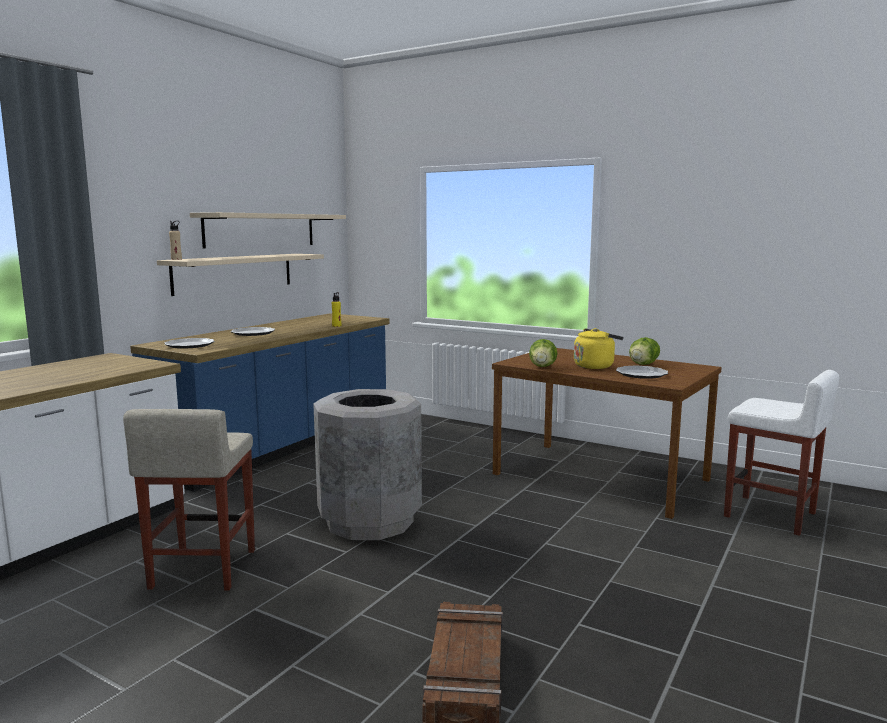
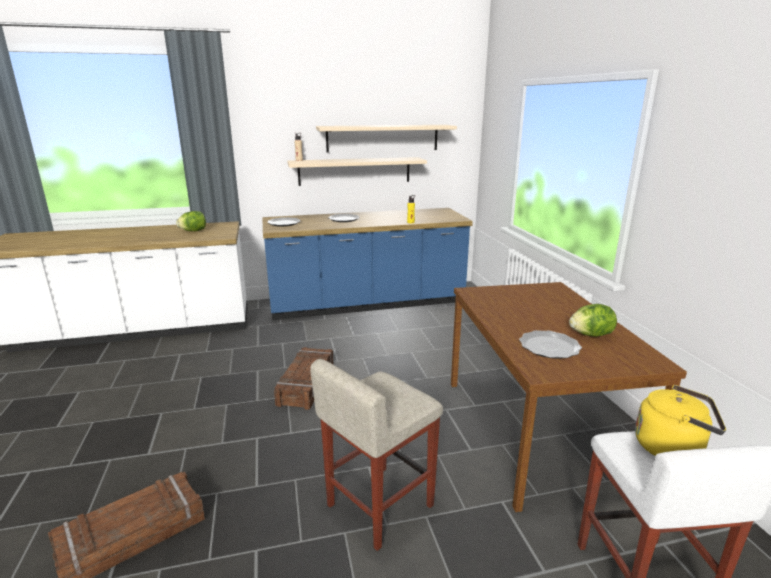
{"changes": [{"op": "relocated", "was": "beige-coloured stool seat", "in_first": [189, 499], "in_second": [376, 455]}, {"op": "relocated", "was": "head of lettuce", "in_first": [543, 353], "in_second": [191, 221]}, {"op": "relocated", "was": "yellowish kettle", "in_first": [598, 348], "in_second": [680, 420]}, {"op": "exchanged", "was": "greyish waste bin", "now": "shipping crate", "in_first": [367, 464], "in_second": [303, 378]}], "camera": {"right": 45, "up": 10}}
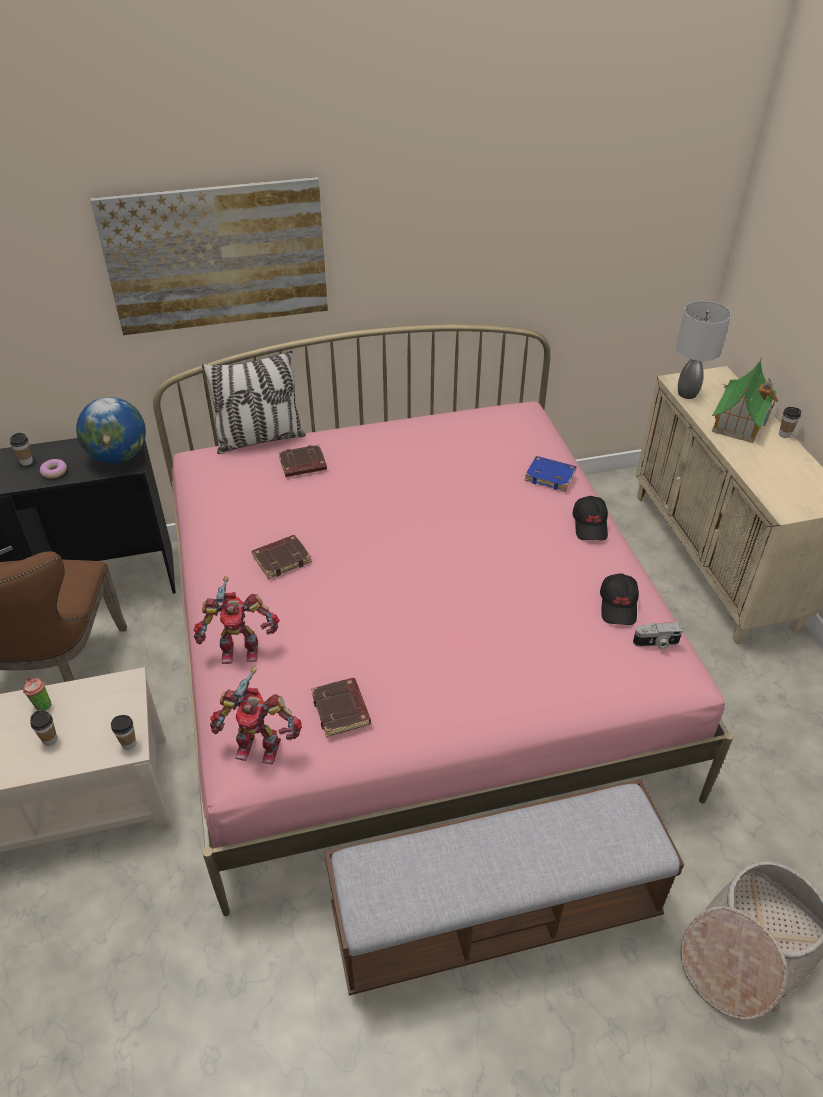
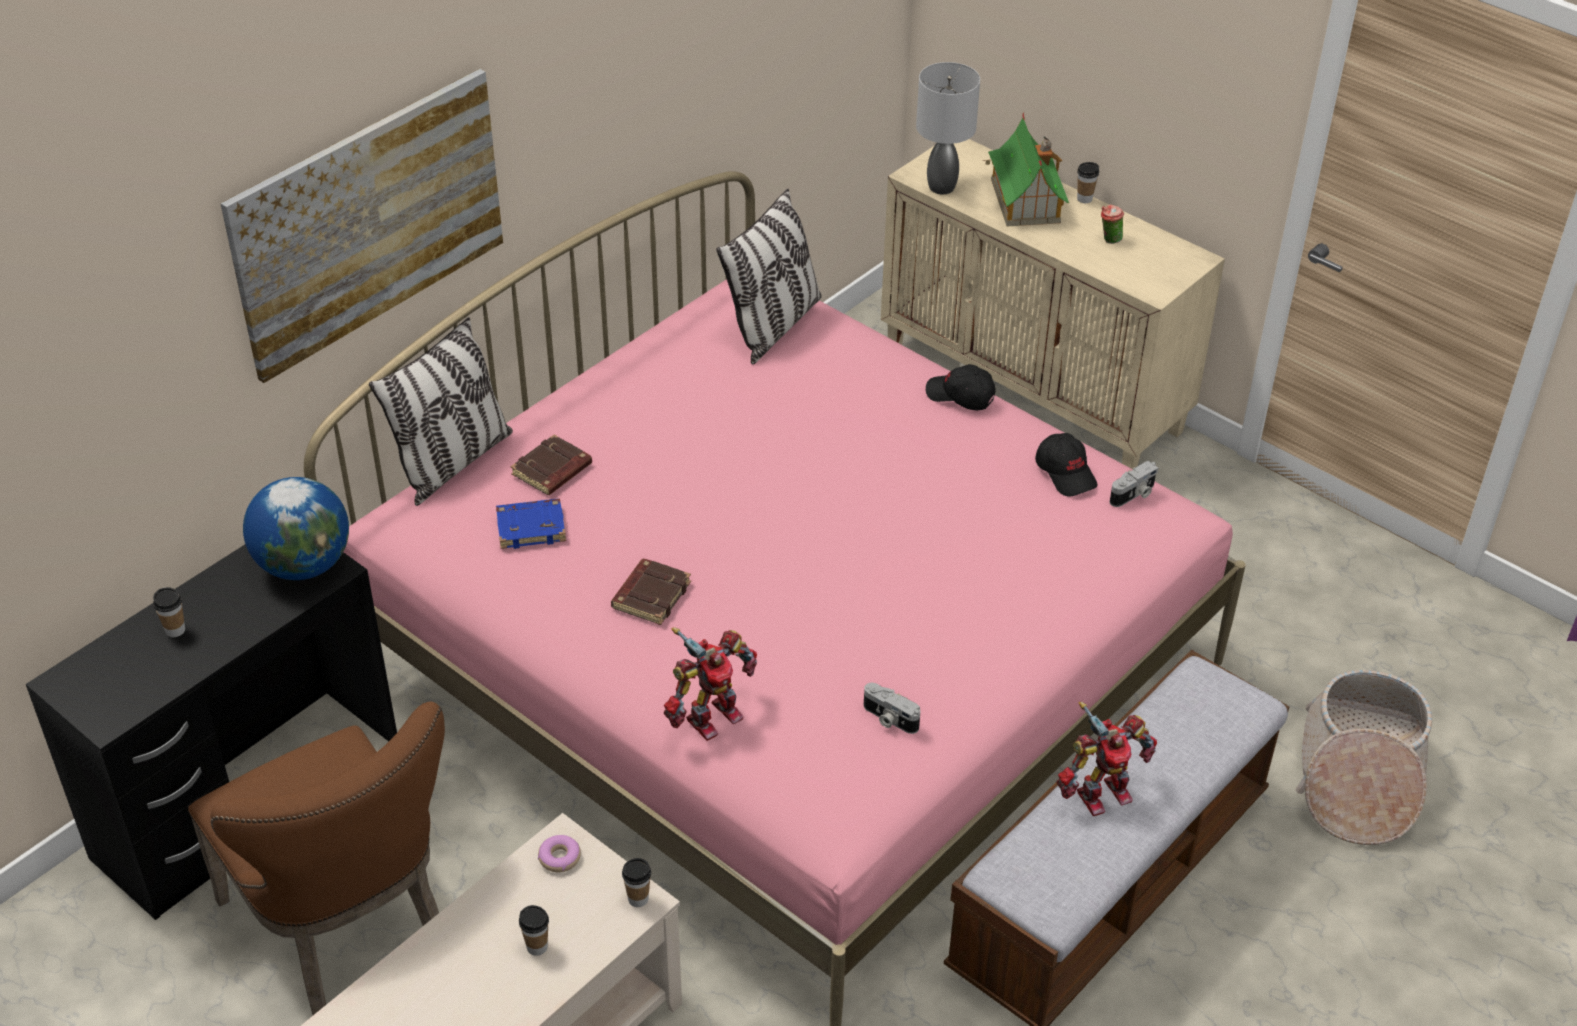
{"changes": [{"op": "appeared", "now": "throw pillow", "in_second": [769, 277]}, {"op": "relocated", "was": "drinking cup", "in_first": [37, 694], "in_second": [1112, 224]}, {"op": "relocated", "was": "doughnut", "in_first": [53, 468], "in_second": [559, 853]}, {"op": "relocated", "was": "toy robot", "in_first": [256, 715], "in_second": [1107, 759]}, {"op": "relocated", "was": "bluish bound book", "in_first": [550, 473], "in_second": [531, 523]}, {"op": "exchanged", "was": "brown-coloured bound book", "now": "photo camera", "in_first": [341, 707], "in_second": [892, 708]}, {"op": "spun", "was": "black-coloured peaked cap", "in_first": [590, 518], "in_second": [961, 387], "clockwise": 150}], "camera": {"right": -35, "up": 0}}
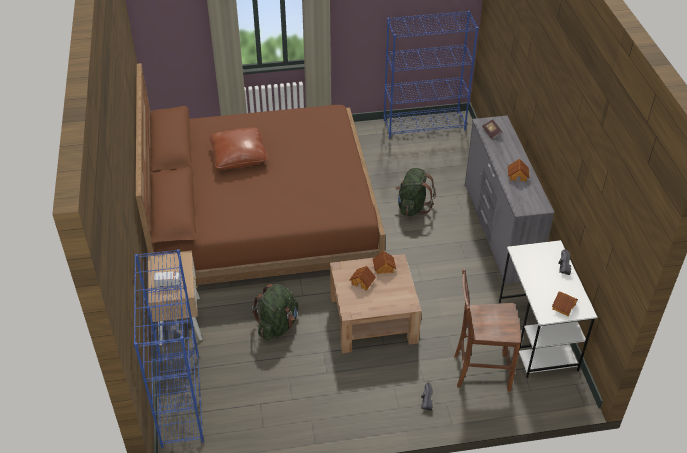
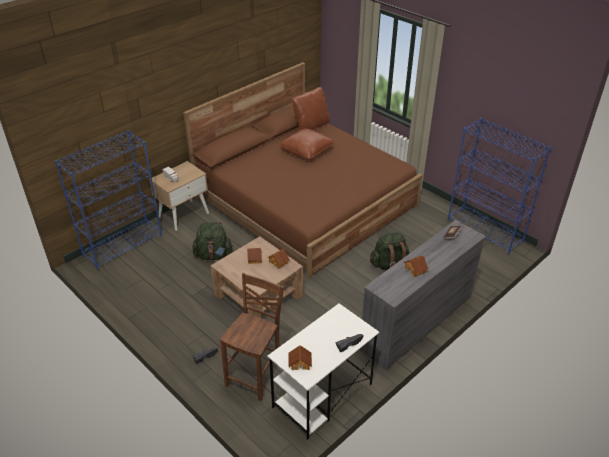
{"changes": [{"op": "appeared", "now": "brown-coloured throw pillow", "in_second": [311, 108]}, {"op": "spun", "was": "brown-coloured chair", "in_first": [487, 330], "in_second": [252, 337], "clockwise": 60}], "camera": {"right": 55, "up": -5}}
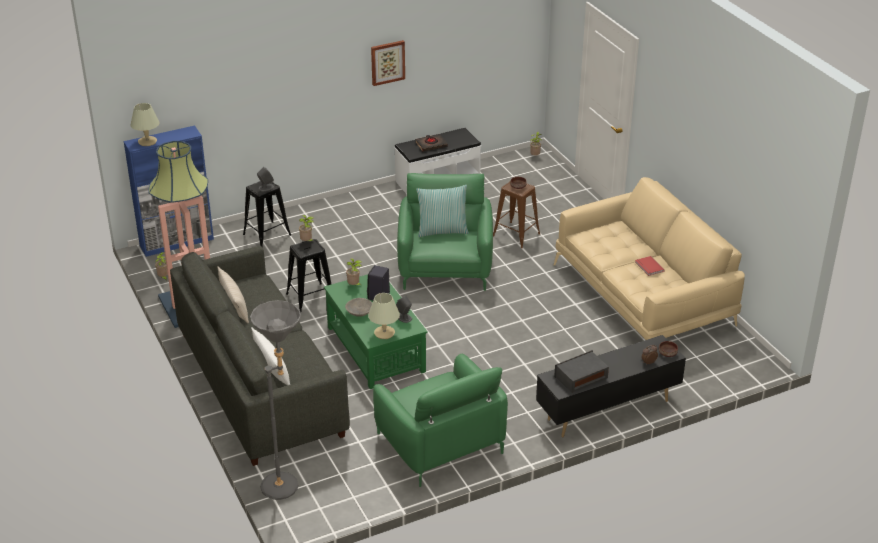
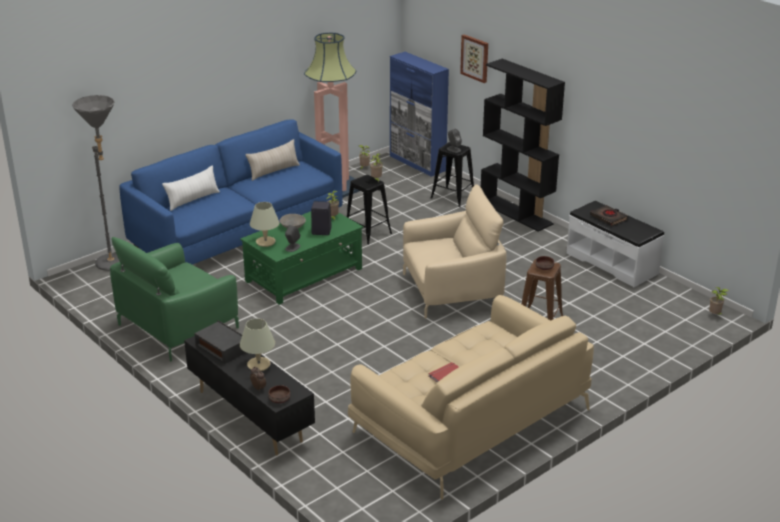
{"changes": [{"op": "missing", "was": "throw pillow", "in_first": [443, 211]}, {"op": "appeared", "now": "black-coloured bookshelf", "in_second": [523, 145]}, {"op": "relocated", "was": "beige-coloured table lamp", "in_first": [145, 124], "in_second": [257, 344]}, {"op": "relocated", "was": "wall picture", "in_first": [388, 63], "in_second": [474, 58]}, {"op": "colour", "was": "greyish couch", "now": "bluish couch", "in_first": [260, 356], "in_second": [231, 192]}, {"op": "colour", "was": "green-coloured armchair", "now": "beige-coloured armchair", "in_first": [445, 232], "in_second": [454, 251]}], "camera": {"right": 75, "up": -5}}
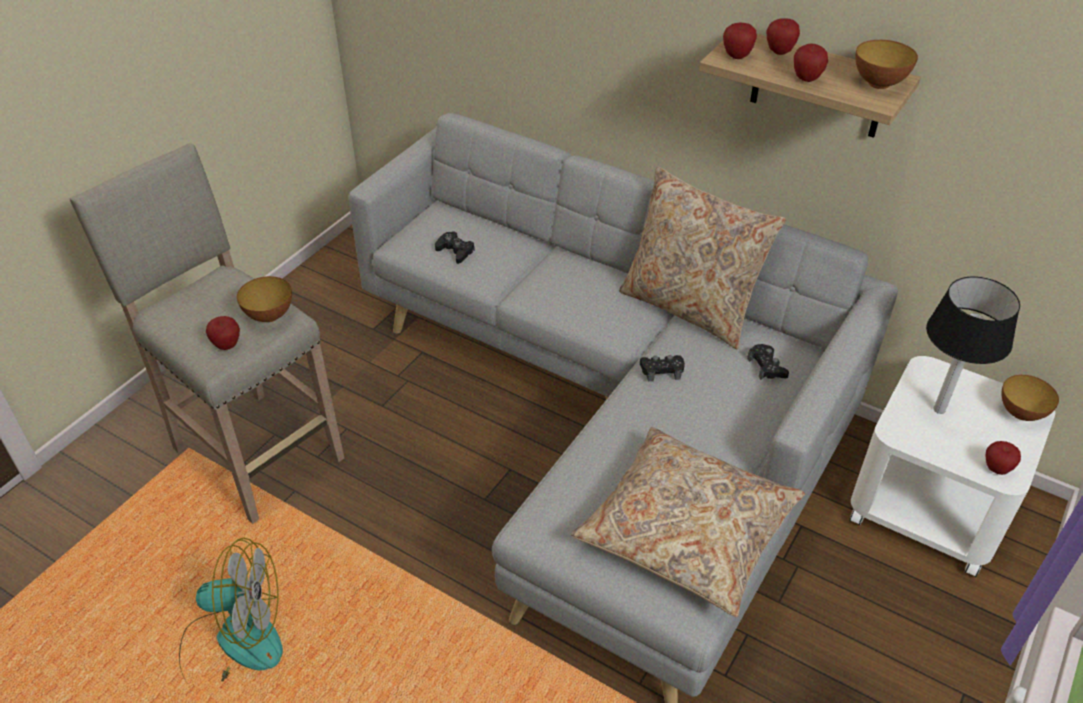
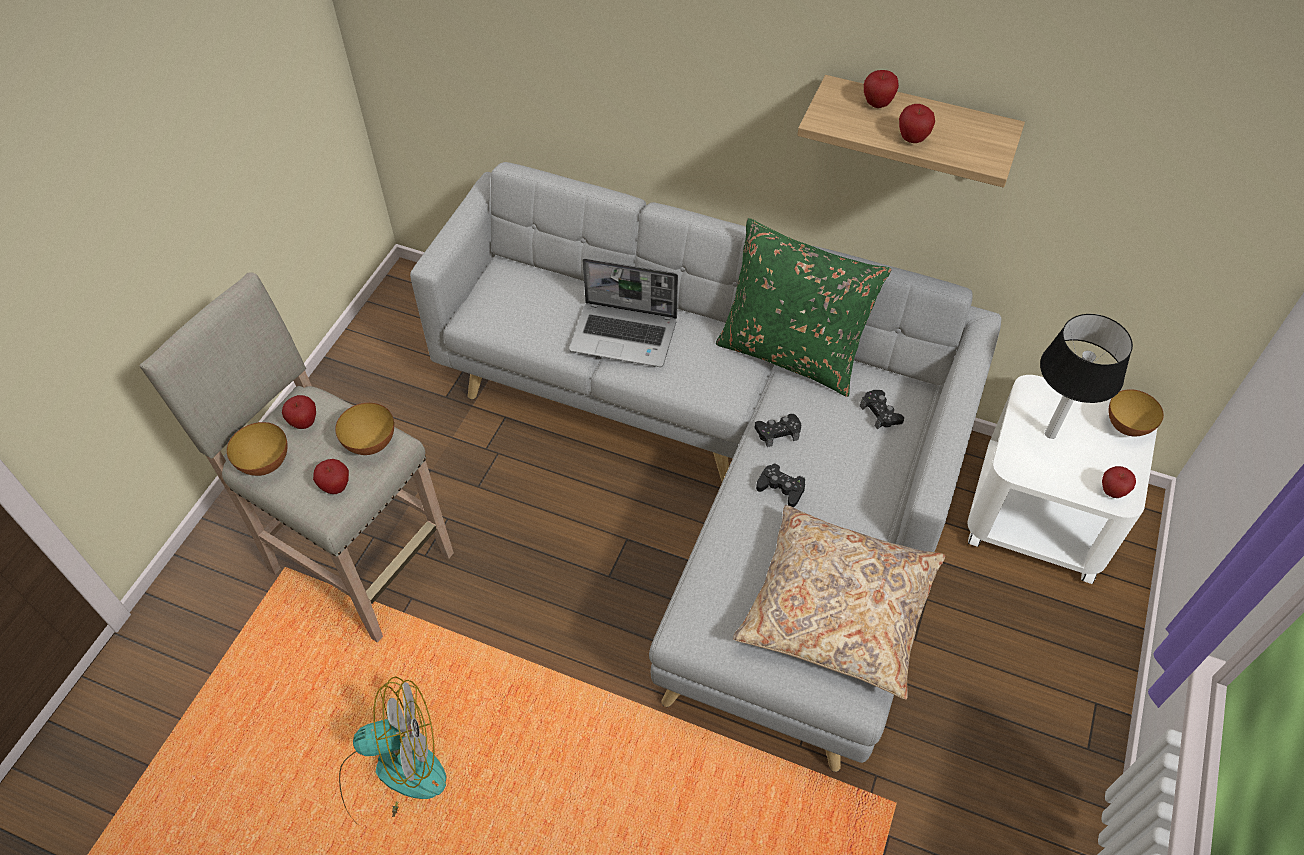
{"changes": [{"op": "appeared", "now": "portable computer", "in_second": [623, 312]}, {"op": "relocated", "was": "black-coloured game controller", "in_first": [455, 247], "in_second": [780, 485]}, {"op": "relocated", "was": "whole apple", "in_first": [740, 40], "in_second": [299, 412]}, {"op": "relocated", "was": "deep dish", "in_first": [886, 64], "in_second": [257, 449]}, {"op": "colour", "was": "beige-coloured throw pillow", "now": "green-coloured throw pillow", "in_first": [702, 258], "in_second": [803, 307]}], "camera": {"right": -10, "up": 10}}
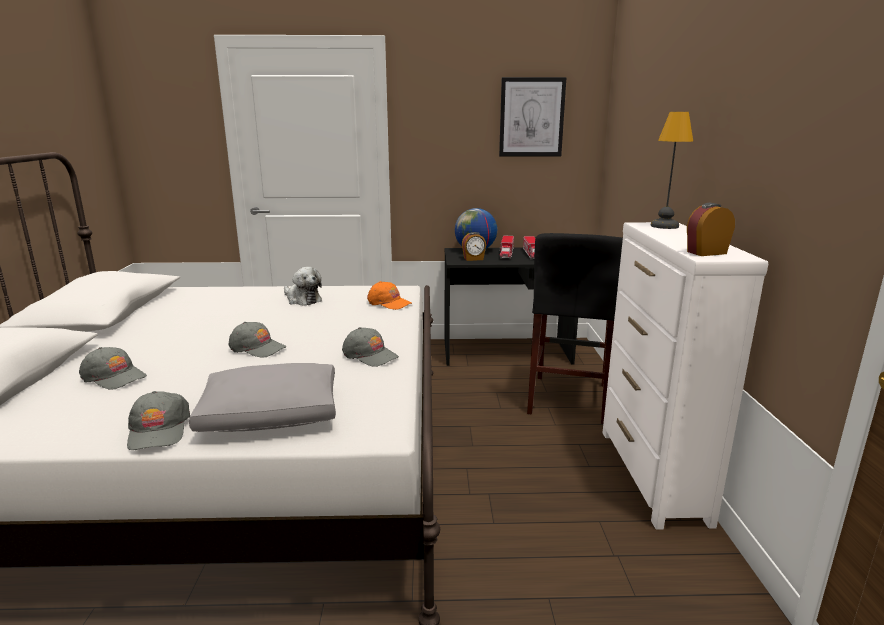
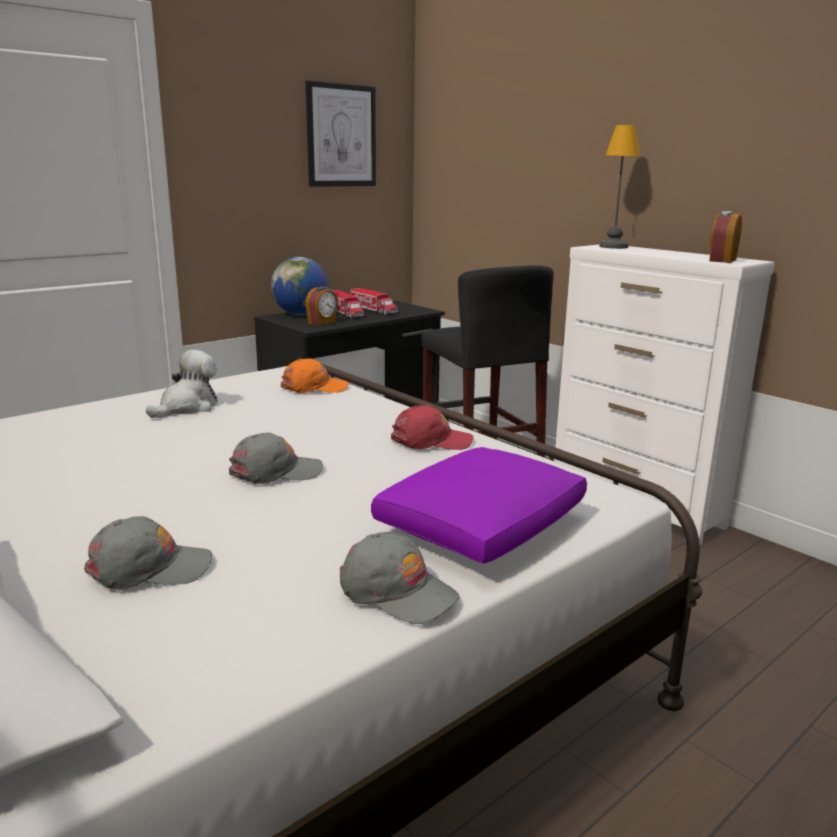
{"changes": [{"op": "colour", "was": "greyish throw pillow", "now": "purple throw pillow", "in_first": [262, 397], "in_second": [479, 505]}, {"op": "colour", "was": "greyish peaked cap", "now": "reddish peaked cap", "in_first": [370, 347], "in_second": [432, 427]}, {"op": "spun", "was": "soft toy", "in_first": [303, 286], "in_second": [181, 384], "clockwise": -60}], "camera": {"right": -40, "up": 0}}
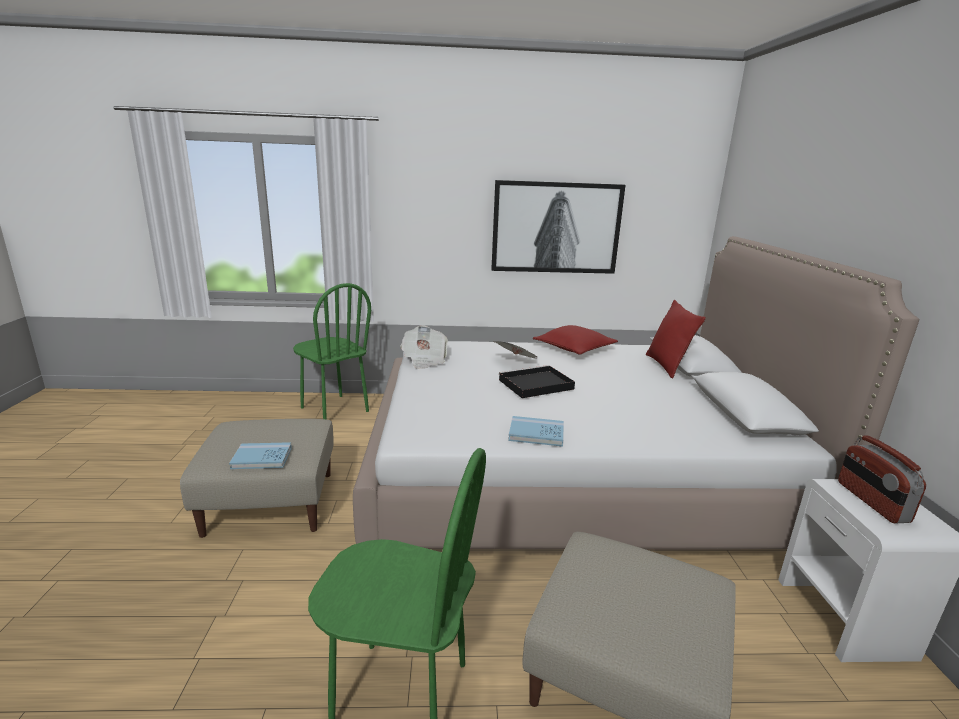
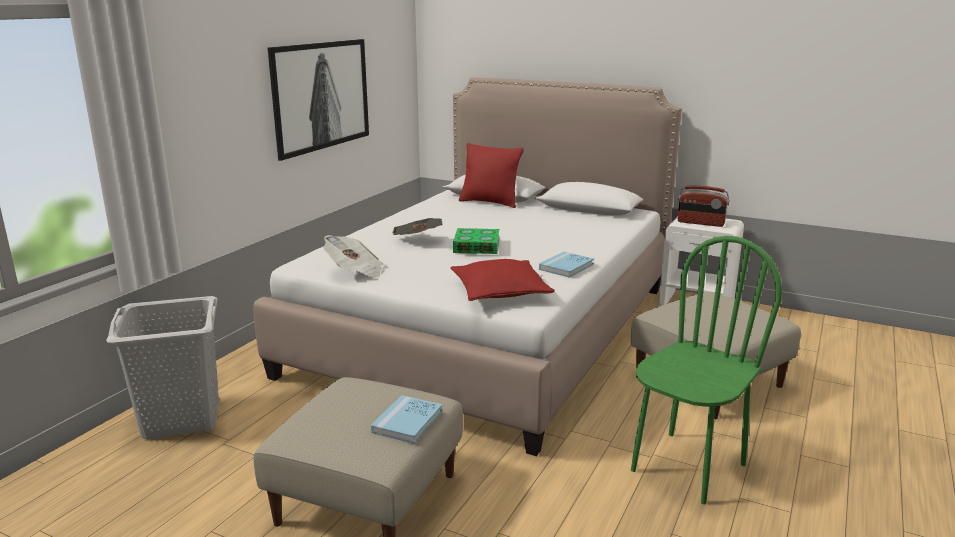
{"changes": [{"op": "relocated", "was": "reddish throw pillow", "in_first": [575, 340], "in_second": [502, 280]}, {"op": "exchanged", "was": "green-coloured chair", "now": "greyish laundry basket", "in_first": [332, 351], "in_second": [162, 367]}, {"op": "exchanged", "was": "black-coloured serving tray", "now": "bound book", "in_first": [537, 381], "in_second": [476, 241]}], "camera": {"right": -60, "up": 0}}
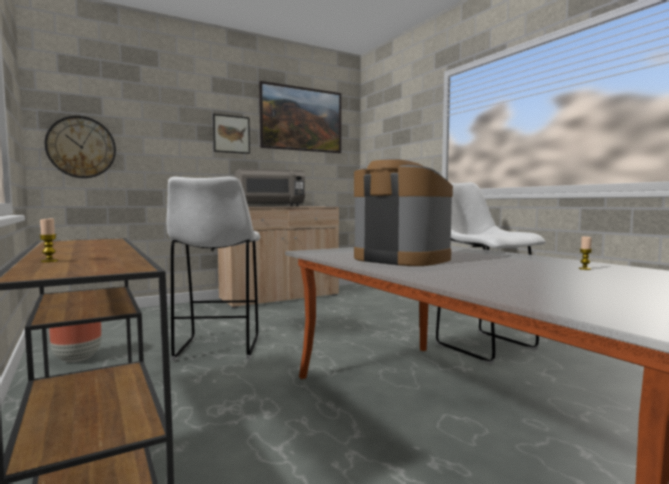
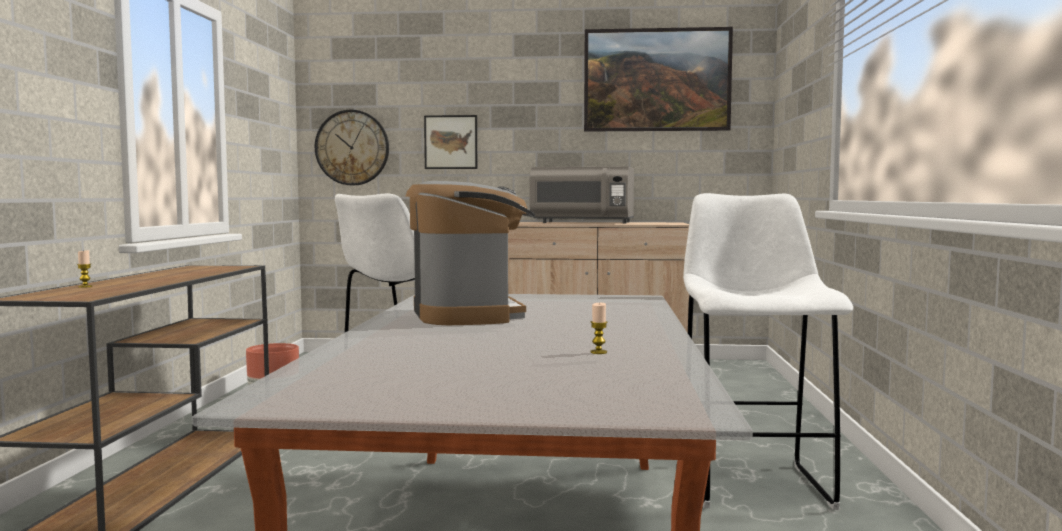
{"changes": [{"op": "relocated", "was": "wall picture", "in_first": [231, 134], "in_second": [450, 142]}], "camera": {"right": 35, "up": 0}}
